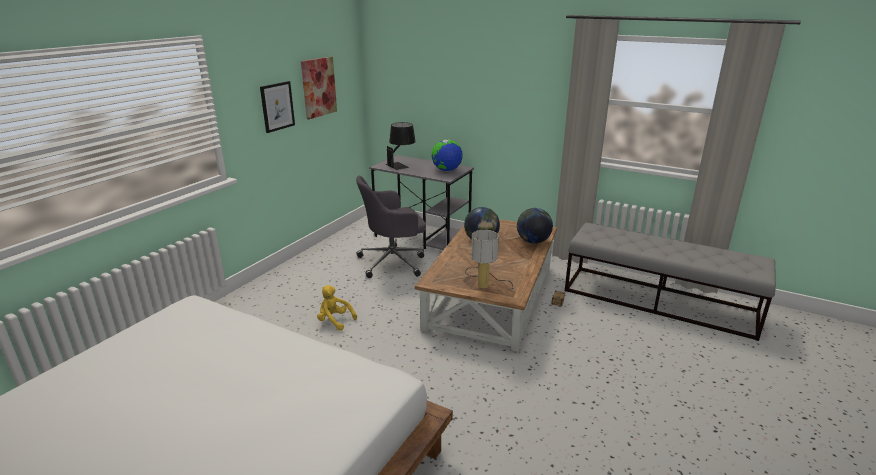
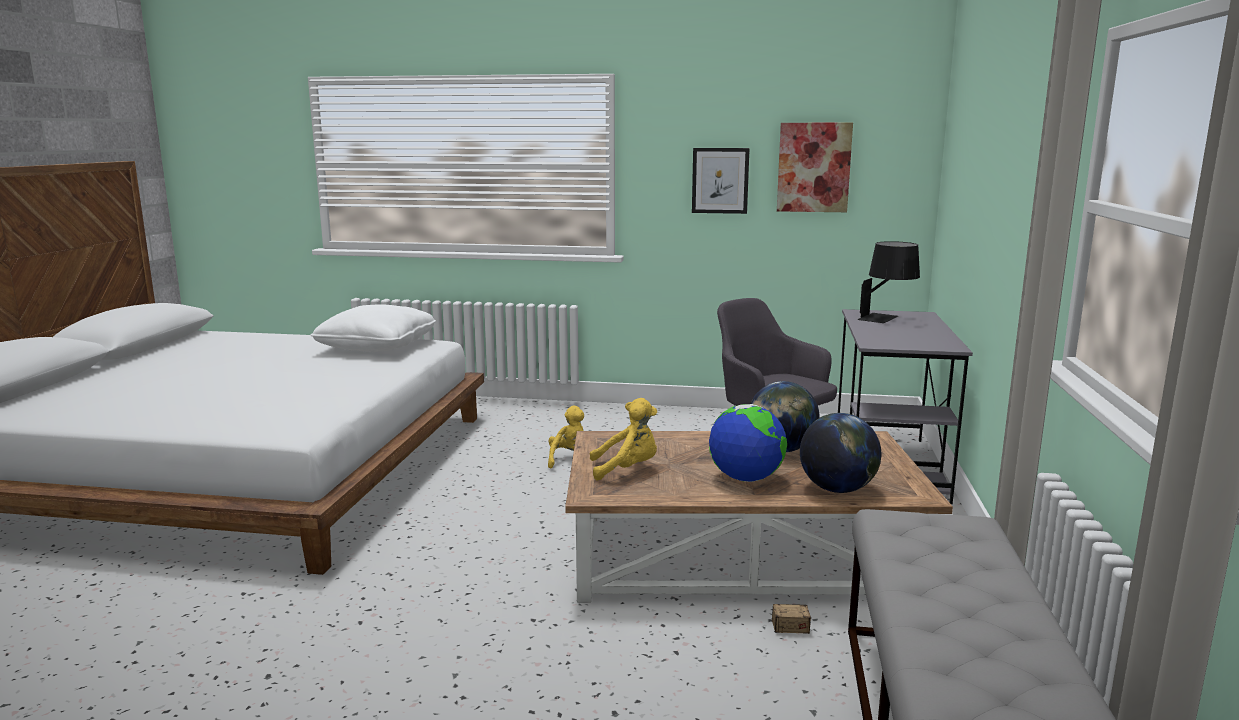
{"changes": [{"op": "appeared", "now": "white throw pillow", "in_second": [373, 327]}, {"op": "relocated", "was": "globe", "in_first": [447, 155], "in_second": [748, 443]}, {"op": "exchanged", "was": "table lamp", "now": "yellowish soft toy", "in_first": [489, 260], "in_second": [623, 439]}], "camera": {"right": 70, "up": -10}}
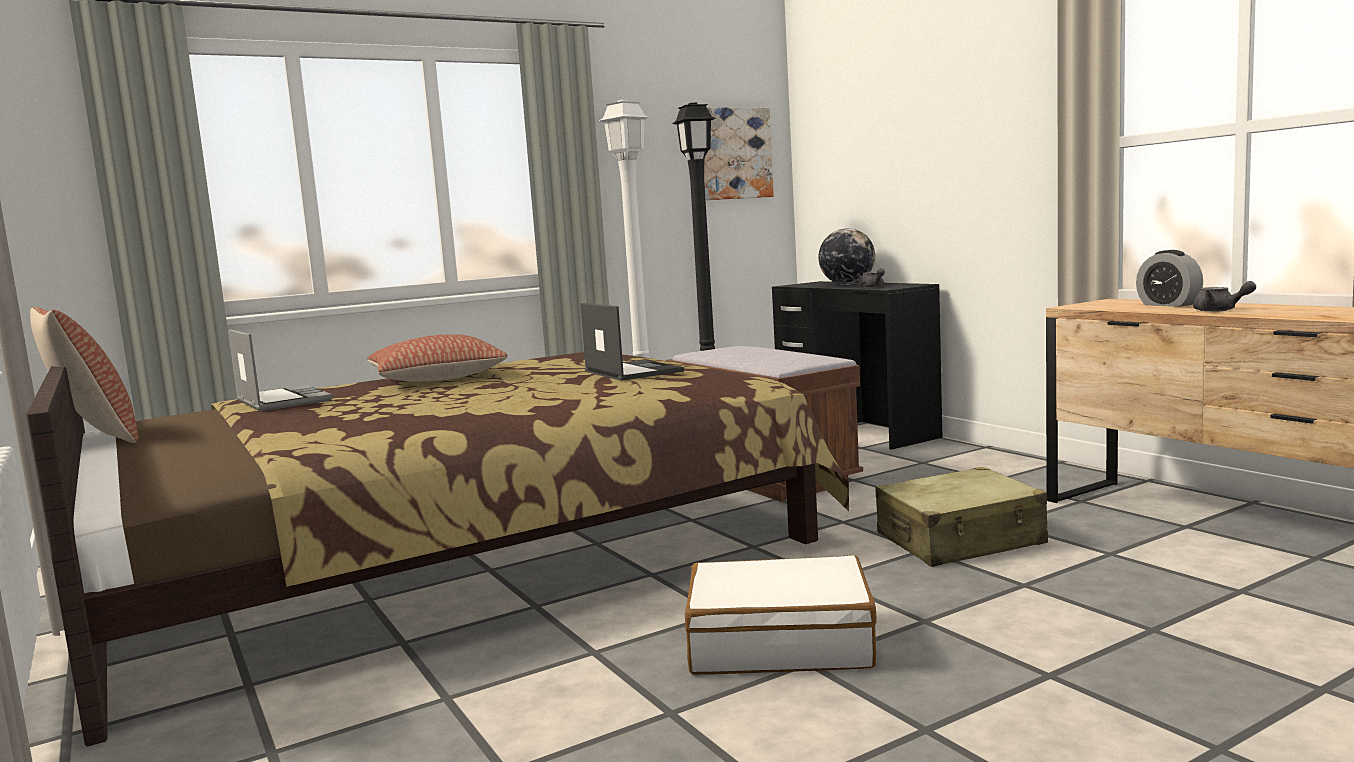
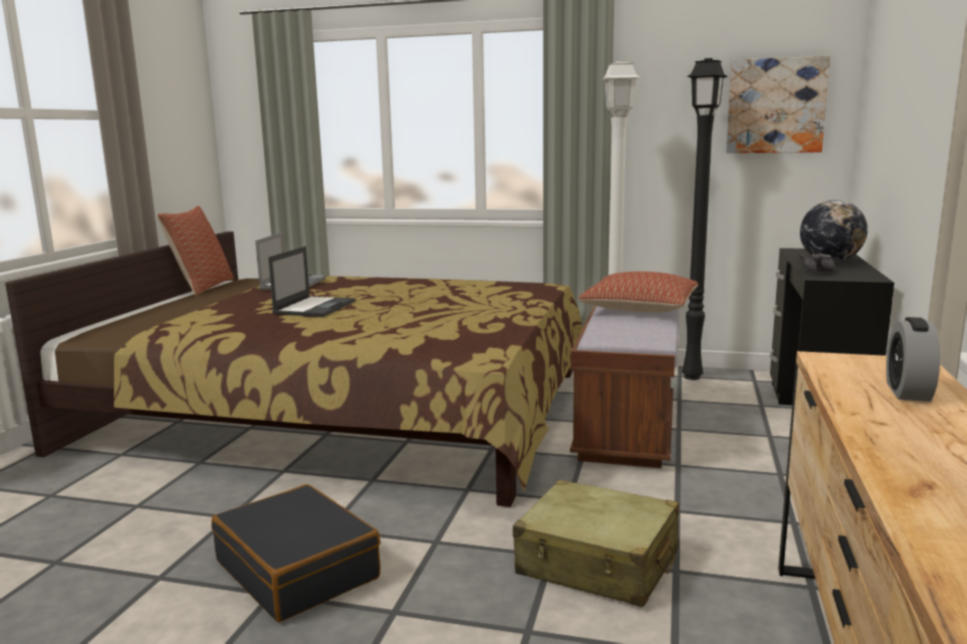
{"changes": [{"op": "missing", "was": "greyish pot for tea", "in_first": [1224, 296]}, {"op": "relocated", "was": "throw pillow", "in_first": [437, 357], "in_second": [638, 292]}, {"op": "relocated", "was": "portable computer", "in_first": [632, 342], "in_second": [311, 281]}, {"op": "colour", "was": "white suitcase", "now": "black-coloured suitcase", "in_first": [781, 615], "in_second": [296, 553]}], "camera": {"right": 45, "up": 5}}
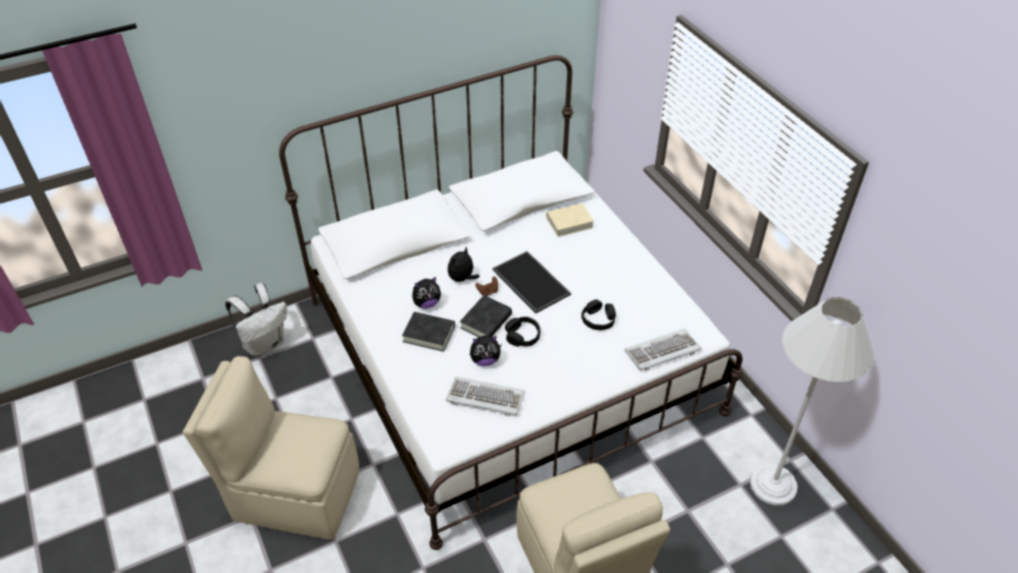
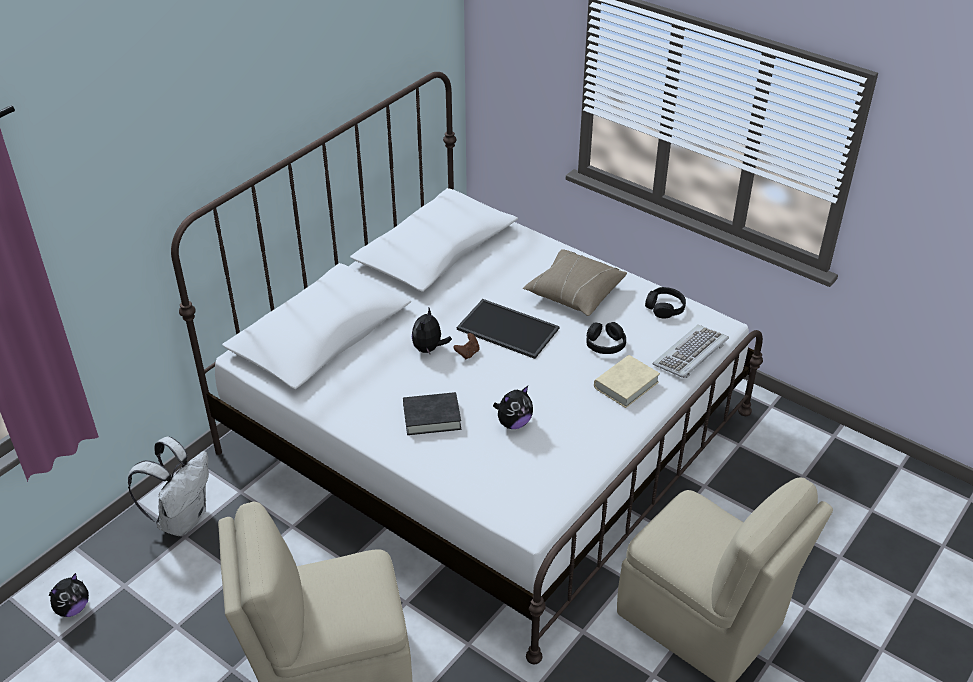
{"changes": [{"op": "missing", "was": "keyboard", "in_first": [485, 396]}, {"op": "missing", "was": "black-coloured bound book", "in_first": [486, 316]}, {"op": "missing", "was": "white standing lamp", "in_first": [812, 401]}, {"op": "appeared", "now": "beige-coloured throw pillow", "in_second": [575, 282]}, {"op": "relocated", "was": "soft toy", "in_first": [426, 293], "in_second": [69, 595]}, {"op": "relocated", "was": "black-coloured headphones", "in_first": [522, 331], "in_second": [665, 302]}, {"op": "relocated", "was": "beige-coloured bound book", "in_first": [570, 220], "in_second": [627, 381]}], "camera": {"right": -25, "up": -5}}
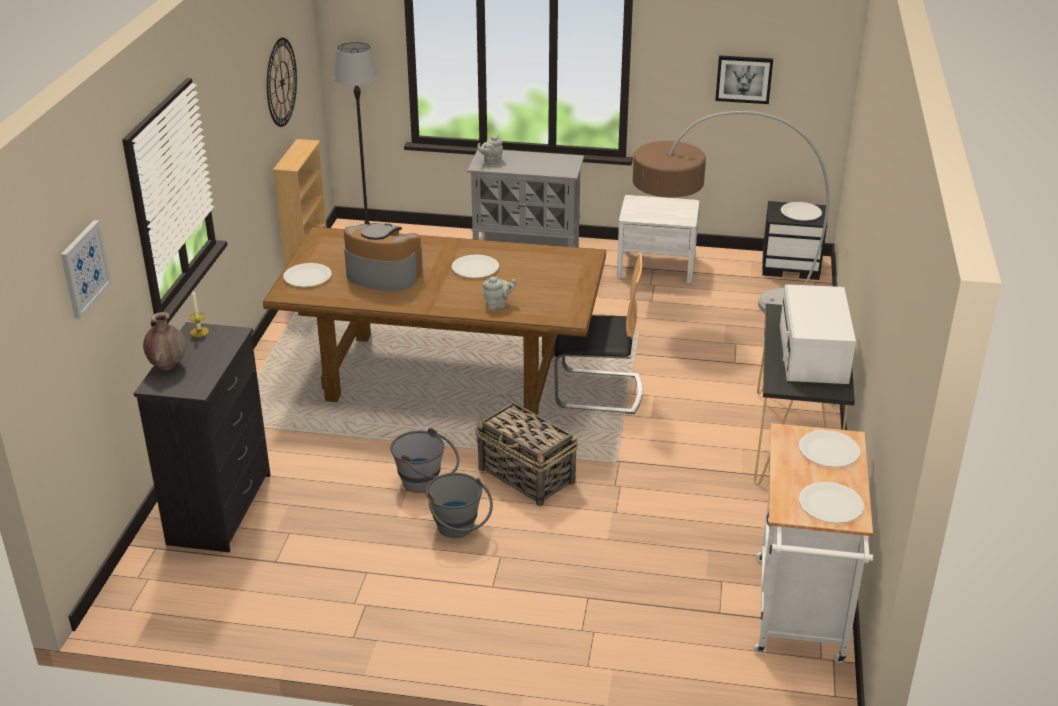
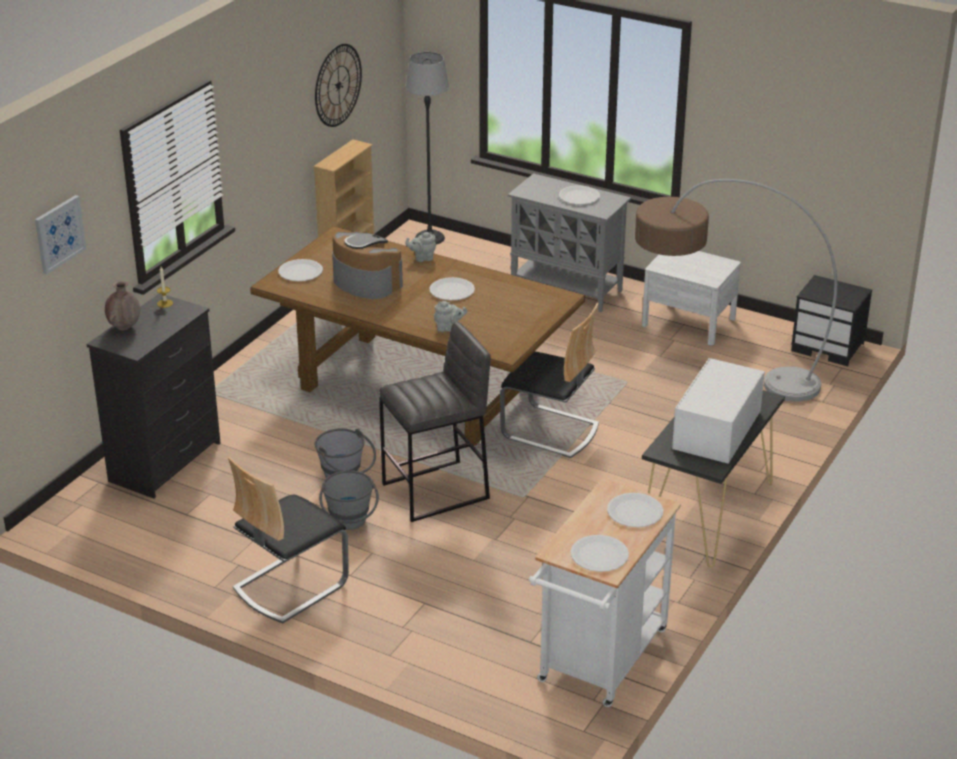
{"changes": [{"op": "missing", "was": "wall picture", "in_first": [744, 79]}, {"op": "appeared", "now": "chair", "in_second": [288, 540]}, {"op": "relocated", "was": "greyish pot for tea", "in_first": [490, 150], "in_second": [420, 247]}, {"op": "relocated", "was": "white flat dish", "in_first": [801, 211], "in_second": [579, 195]}, {"op": "exchanged", "was": "basket", "now": "greyish stool seat", "in_first": [526, 454], "in_second": [435, 422]}], "camera": {"right": 20, "up": 0}}
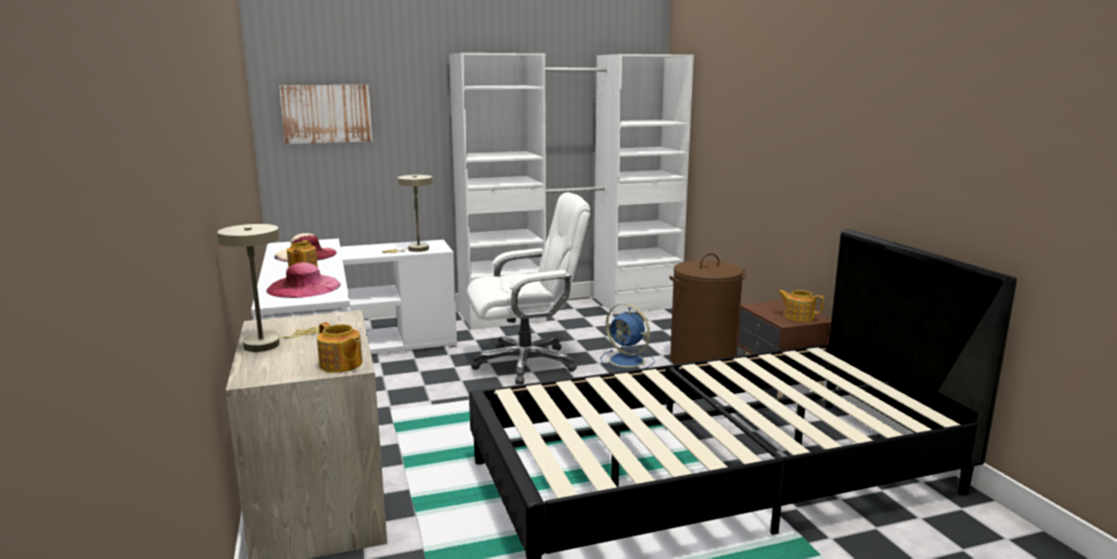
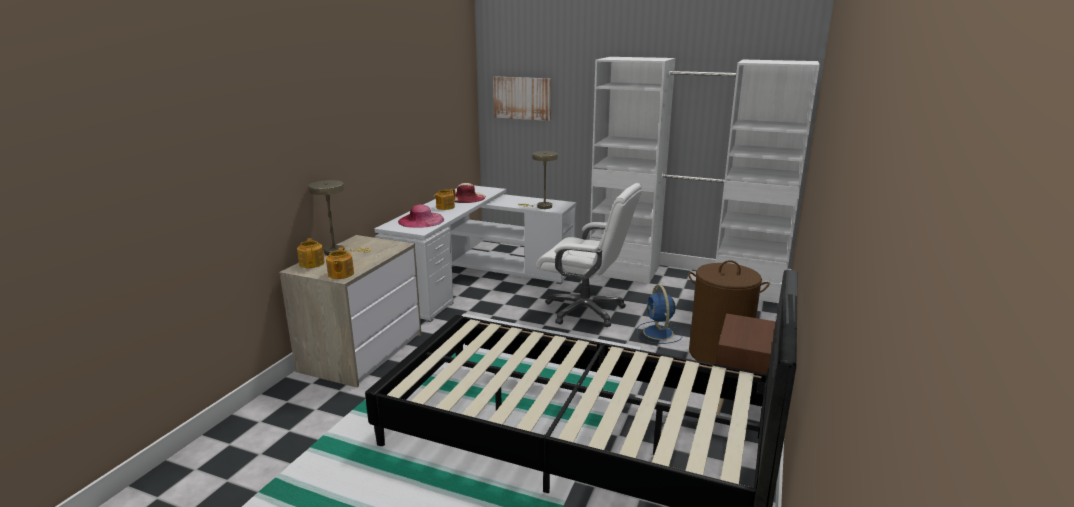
{"changes": [{"op": "relocated", "was": "pot for tea", "in_first": [801, 306], "in_second": [310, 253]}], "camera": {"right": 40, "up": 5}}
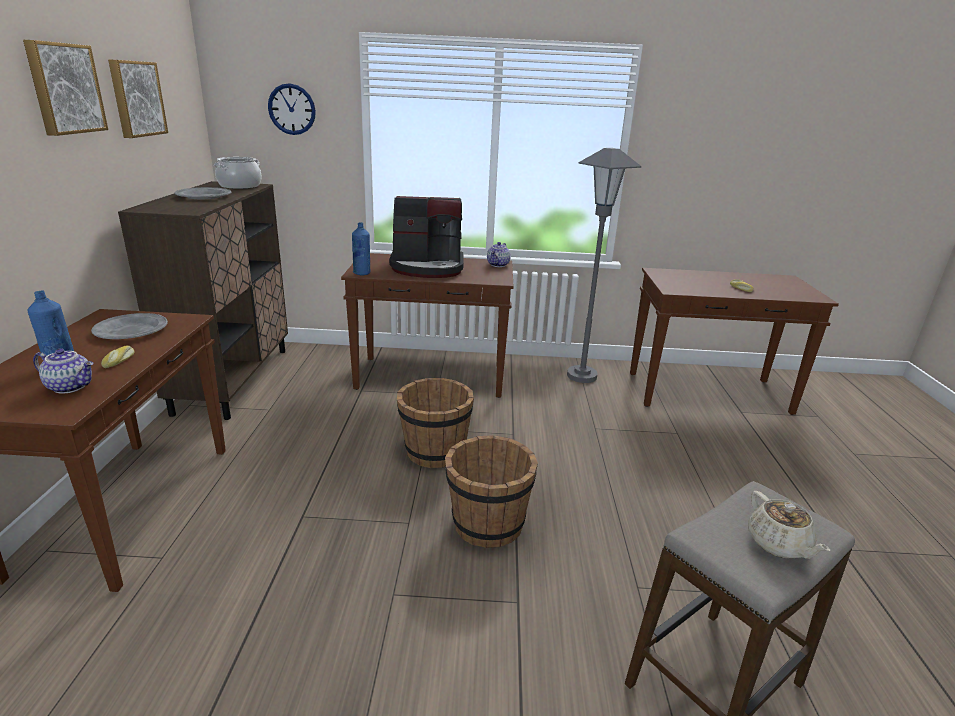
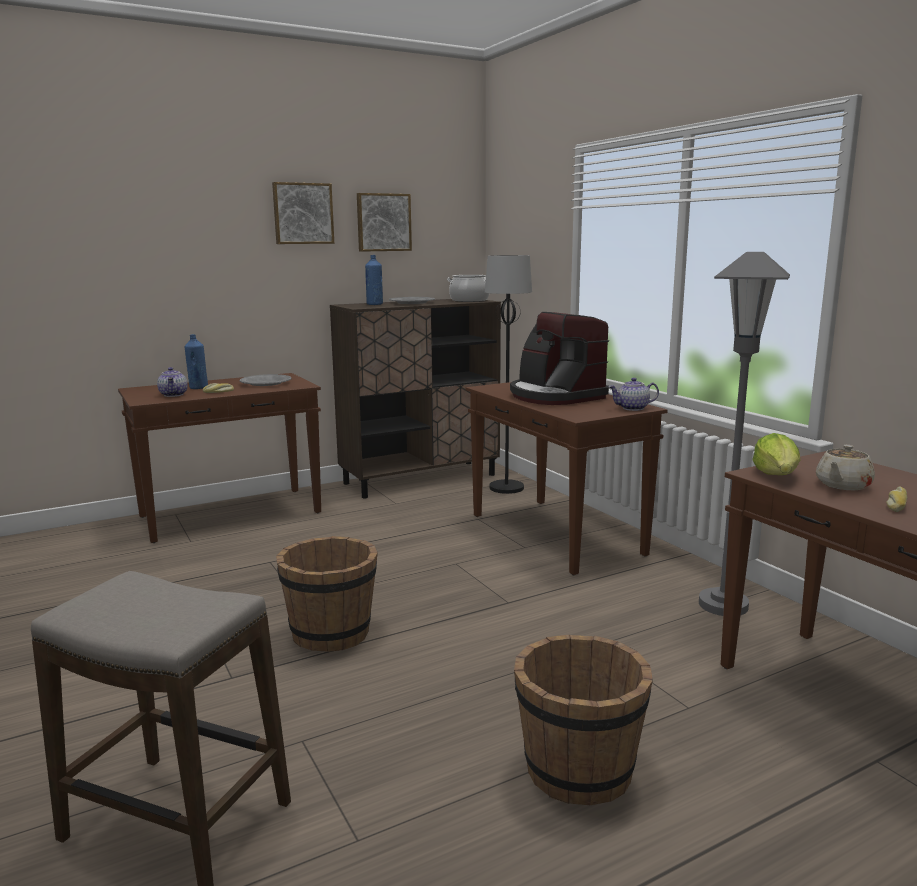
{"changes": [{"op": "missing", "was": "hanging clock", "in_first": [292, 109]}, {"op": "appeared", "now": "black-coloured standing lamp", "in_second": [508, 374]}, {"op": "appeared", "now": "head of lettuce", "in_second": [776, 454]}, {"op": "relocated", "was": "bluish beverage bottle", "in_first": [361, 248], "in_second": [374, 280]}, {"op": "relocated", "was": "brown-coloured pail", "in_first": [435, 423], "in_second": [583, 720]}, {"op": "relocated", "was": "beige-coloured pot for tea", "in_first": [789, 525], "in_second": [845, 467]}], "camera": {"right": 60, "up": -10}}
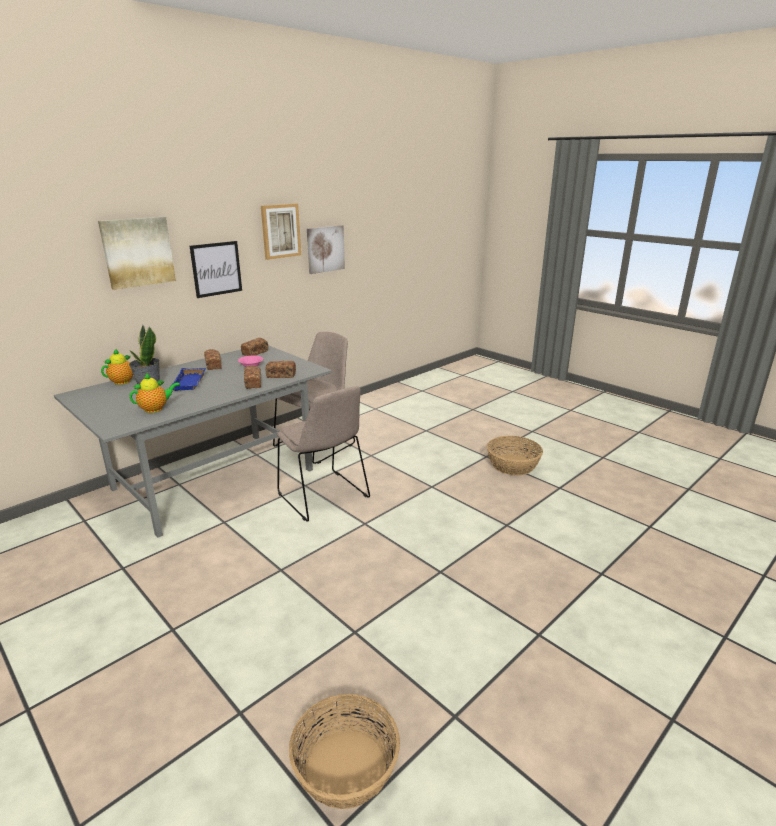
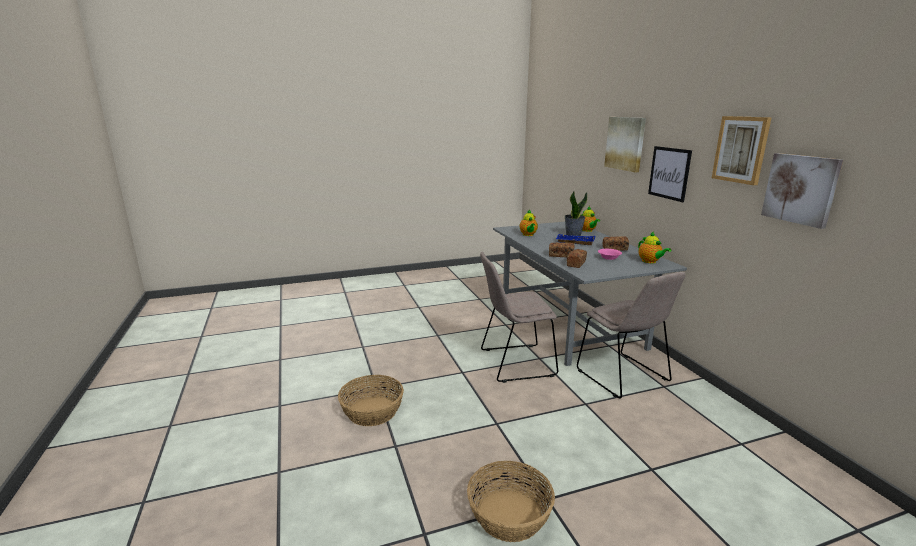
{"changes": [{"op": "relocated", "was": "basket", "in_first": [344, 751], "in_second": [371, 400]}, {"op": "exchanged", "was": "bakery bread", "now": "pot for tea", "in_first": [254, 347], "in_second": [654, 247]}], "camera": {"right": 115, "up": -5}}
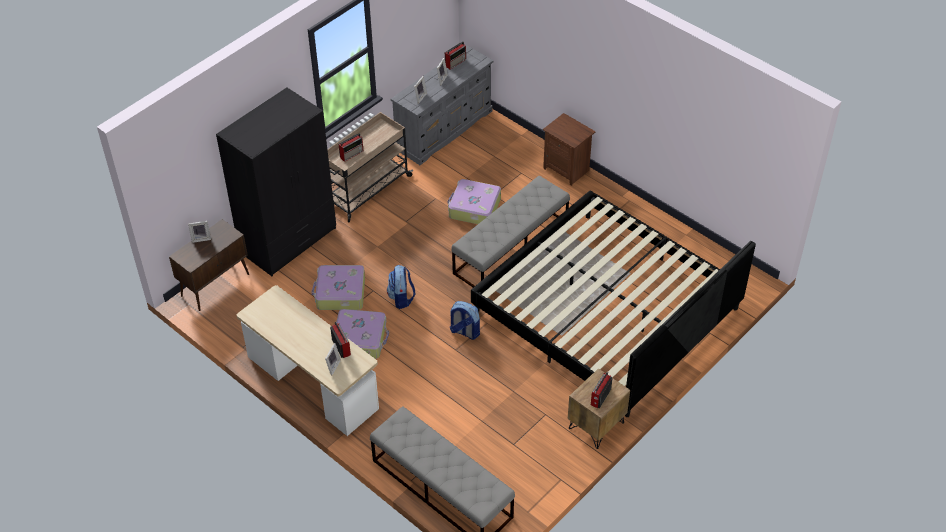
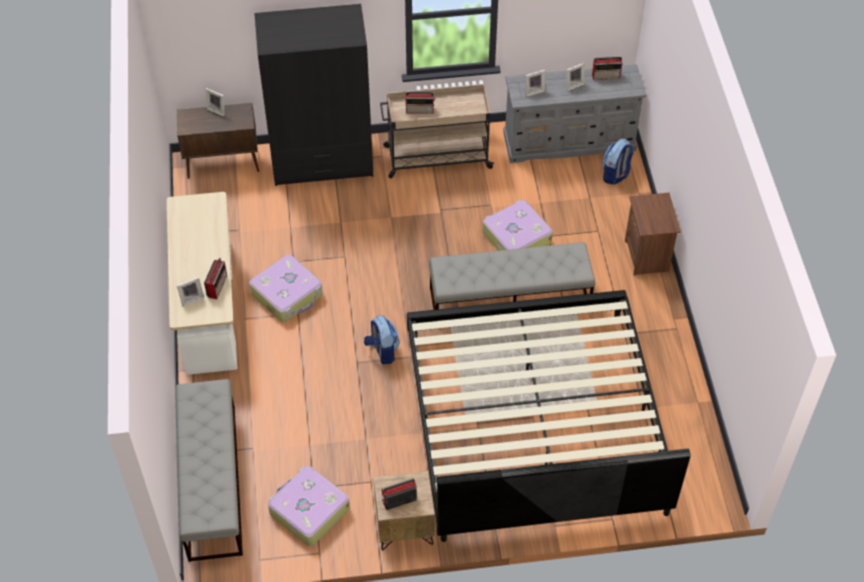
{"changes": [{"op": "relocated", "was": "suitcase", "in_first": [338, 287], "in_second": [309, 506]}, {"op": "relocated", "was": "rucksack", "in_first": [401, 287], "in_second": [618, 162]}], "camera": {"right": 40, "up": 5}}
